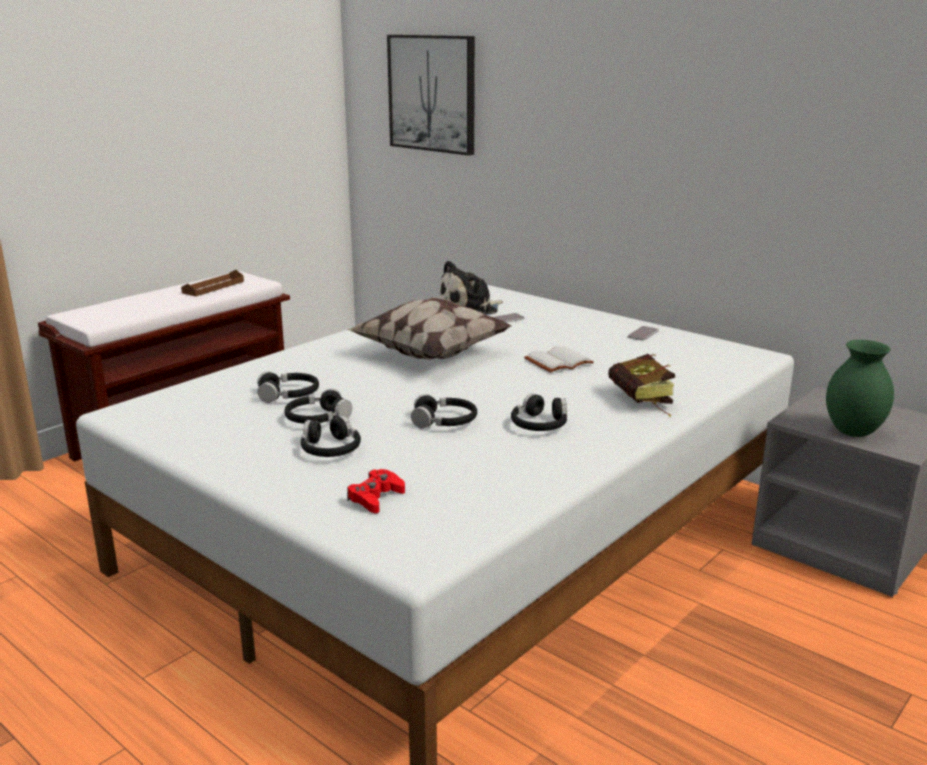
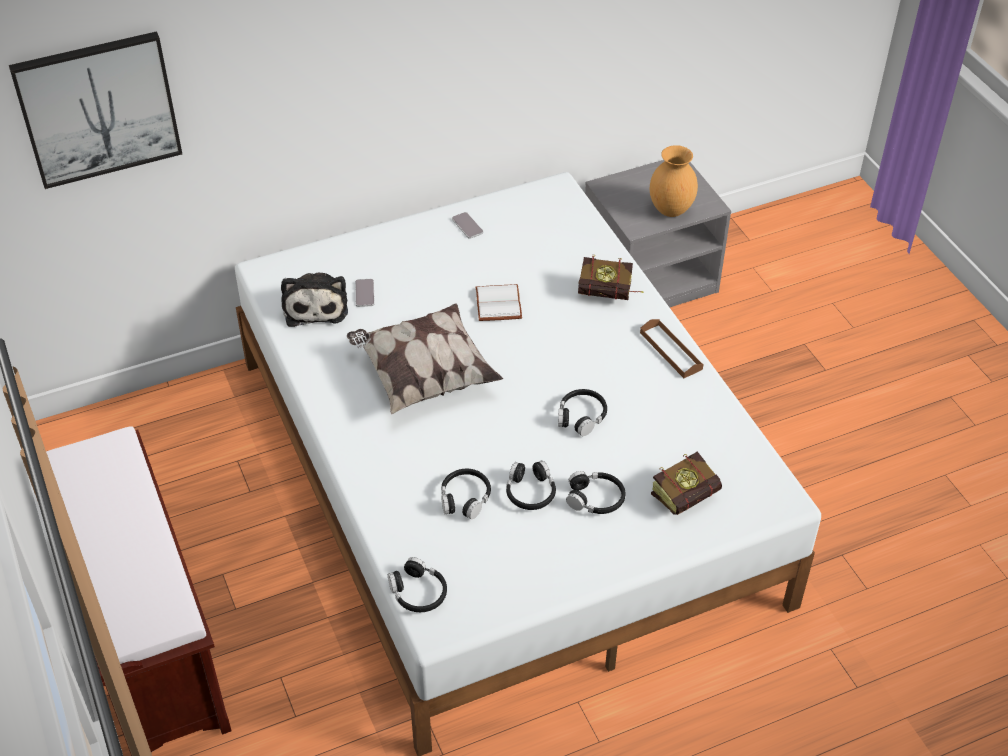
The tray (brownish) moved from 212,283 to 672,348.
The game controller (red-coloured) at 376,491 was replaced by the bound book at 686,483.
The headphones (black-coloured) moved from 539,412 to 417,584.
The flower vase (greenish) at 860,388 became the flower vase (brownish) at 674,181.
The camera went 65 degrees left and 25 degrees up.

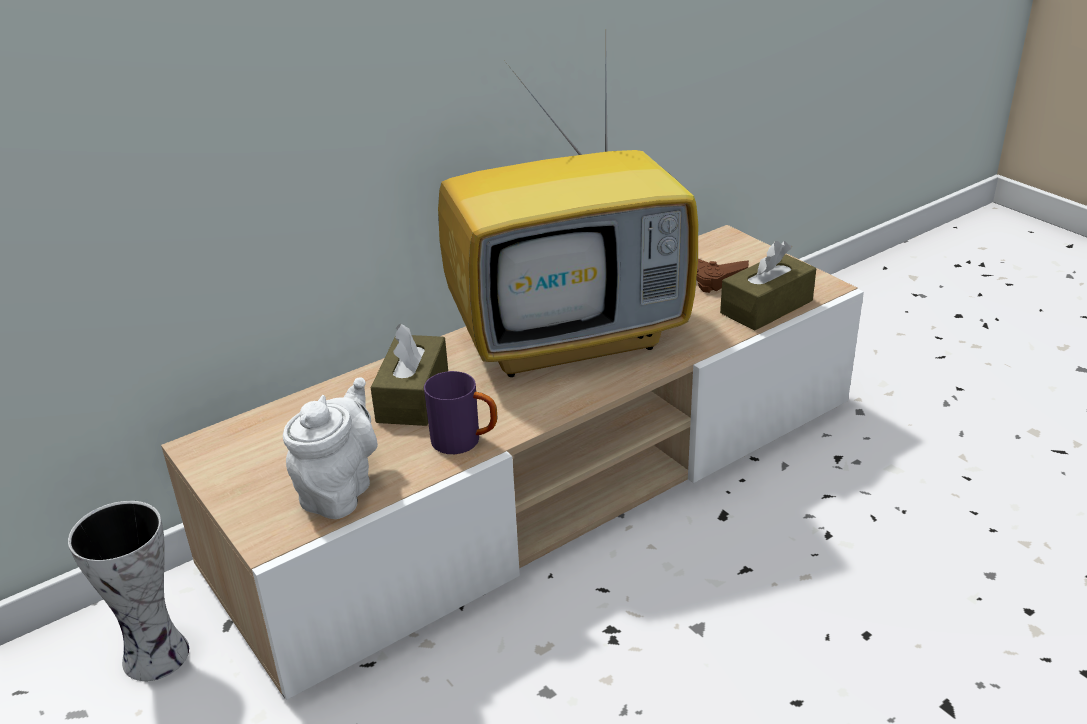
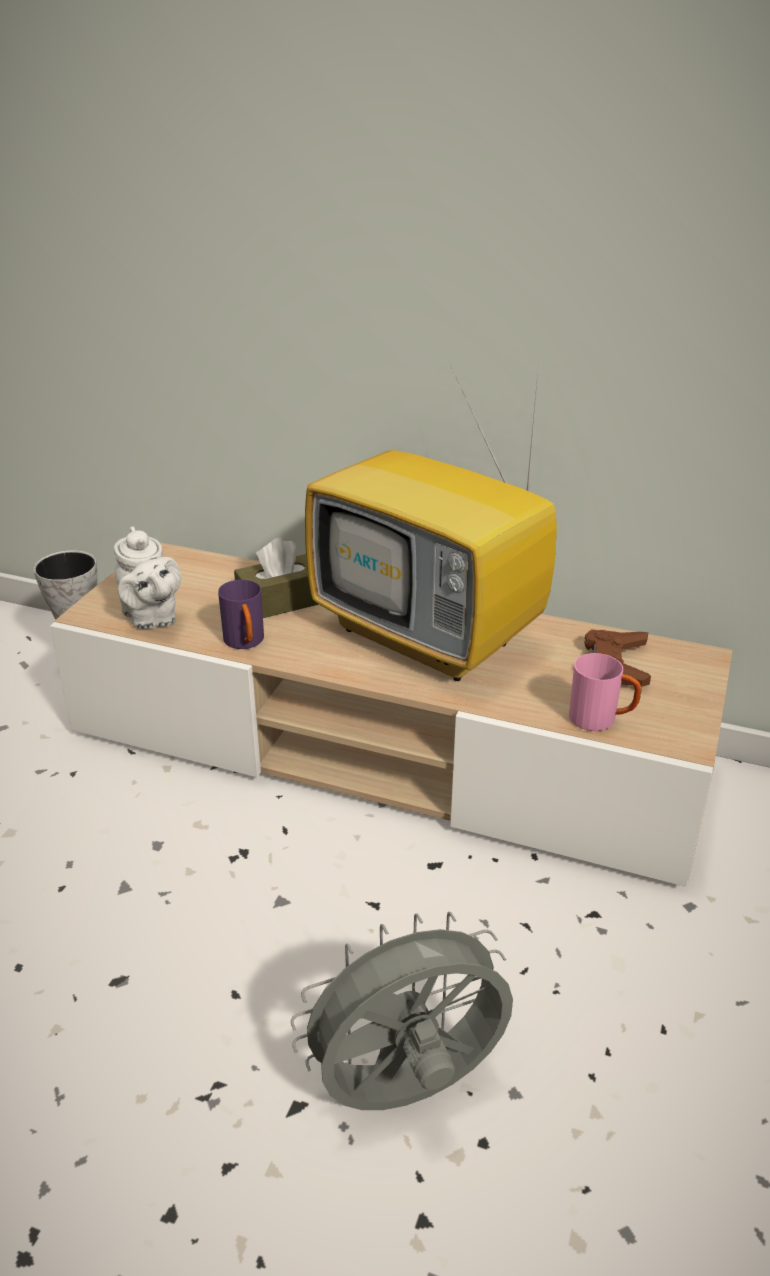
The pot for tea (whitish) at 330,448 turned 75 degrees clockwise.
The tissue holder (brownish) at 768,286 was replaced by the tea mug (pink) at 605,692.
The fan (greyish) at 402,1011 appeared.
The camera went 55 degrees right and 0 degrees up.

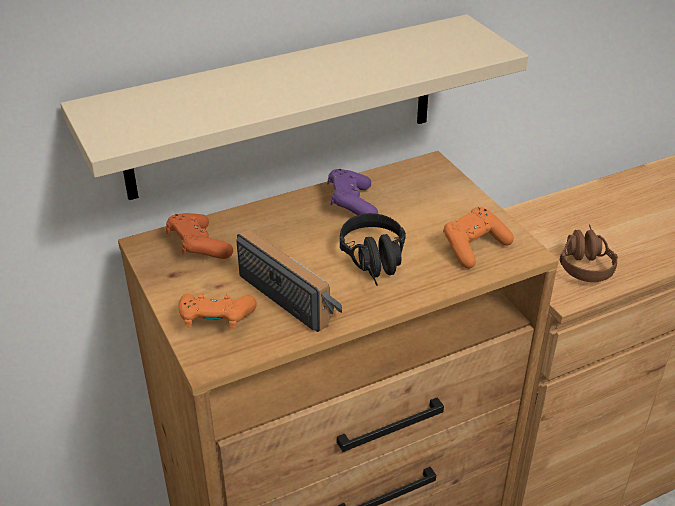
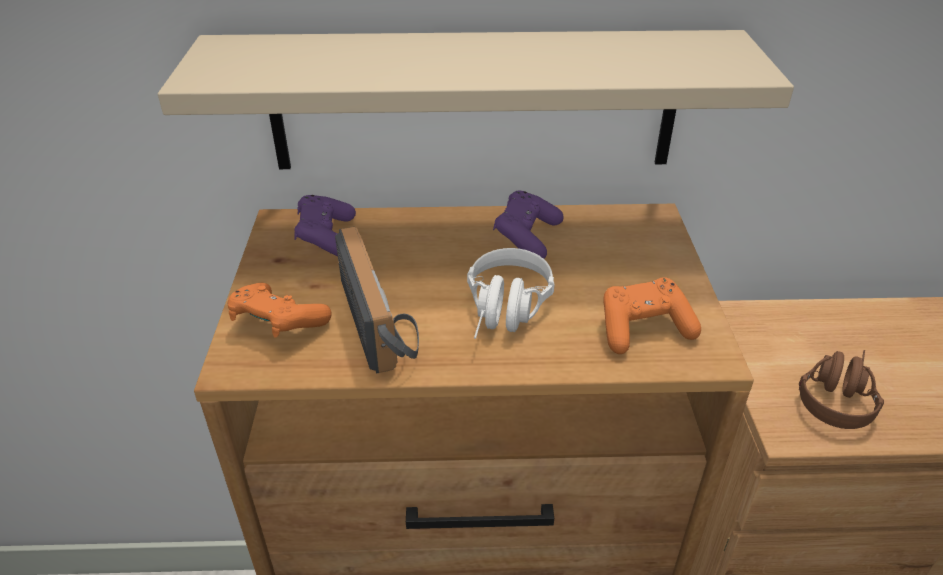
The game controller (orange) at 199,236 became the game controller (purple-coloured) at 325,226.
The headphones (black-coloured) at 373,249 became the headphones (whitish) at 511,293.
The camera went 25 degrees right and 0 degrees up.

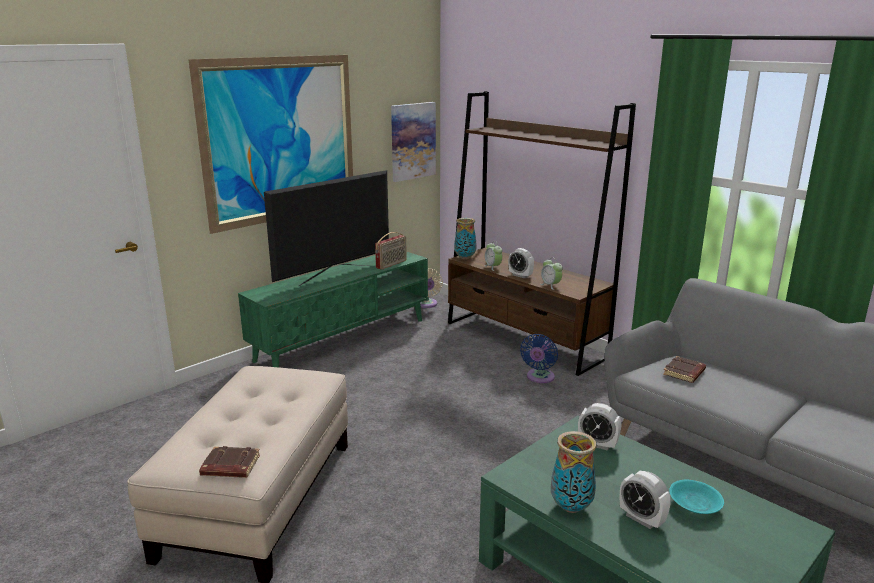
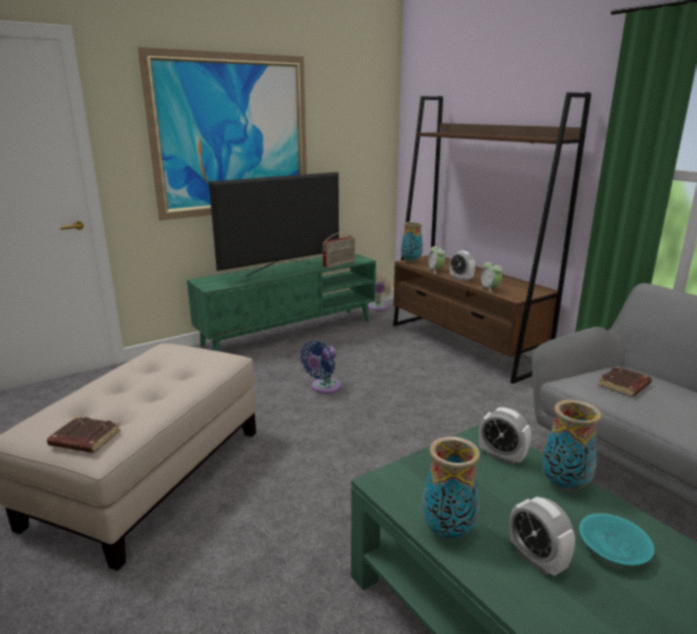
The wall art at 413,142 disappeared.
The fan (blue-coloured) moved from 539,358 to 320,367.
The flower vase at 571,446 appeared.
The camera went 10 degrees right and 0 degrees up.

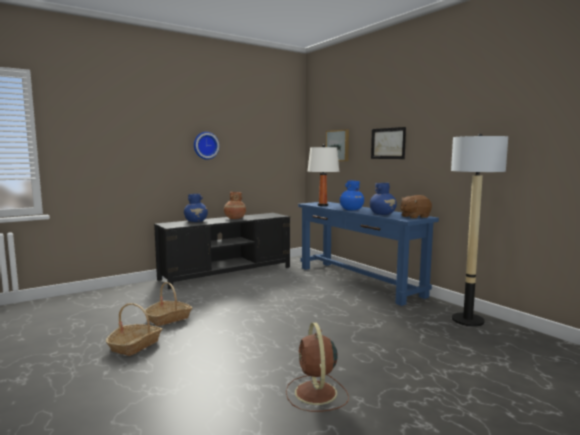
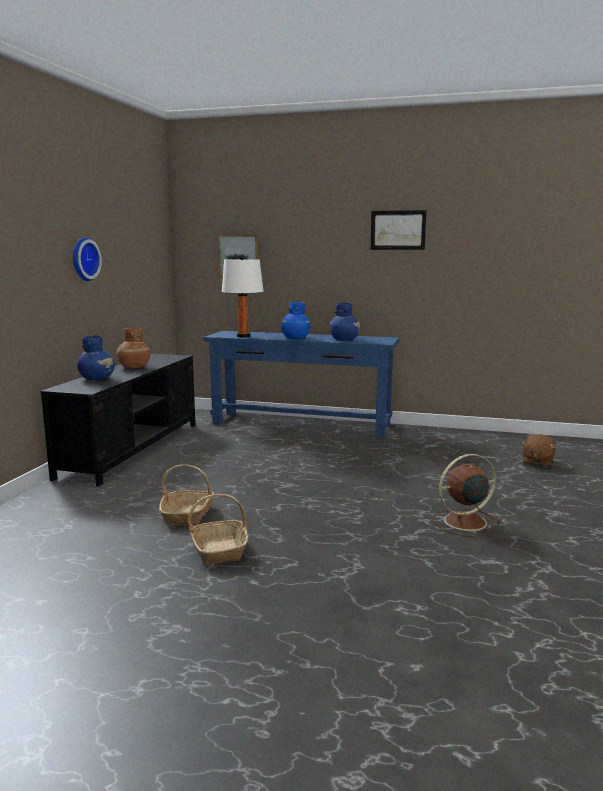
The fan (brownish) at 317,367 turned 120 degrees clockwise.
The wall art moved from 388,143 to 398,230.
The soft toy (brownish) moved from 416,207 to 538,451.
The standard lamp at 479,230 disappeared.
The camera went 40 degrees left and 5 degrees up.

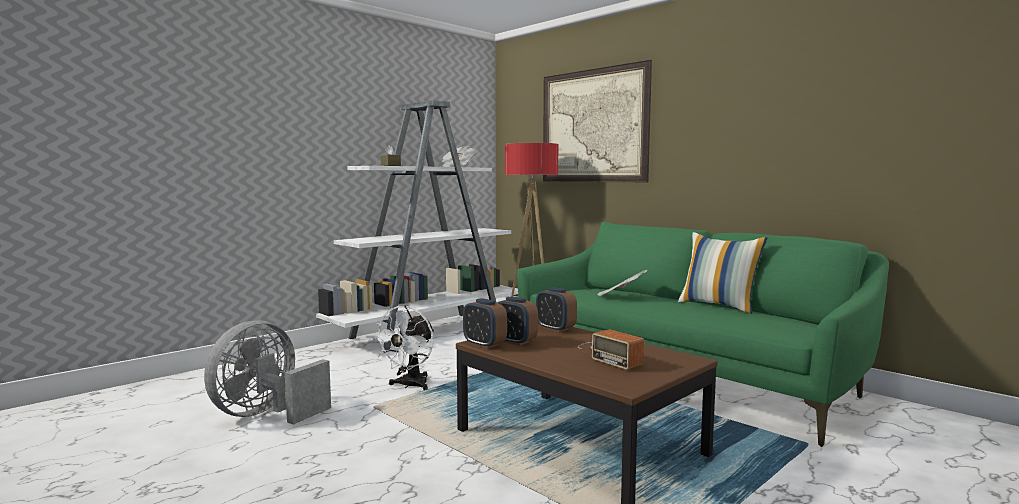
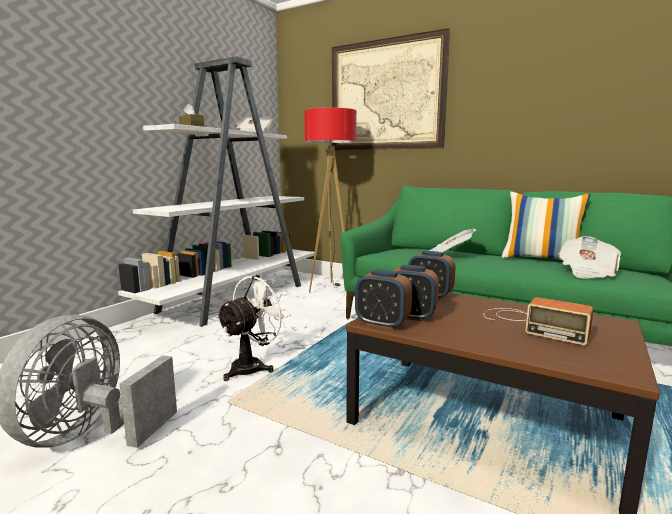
The fan (whitish) at 403,347 turned 150 degrees counterclockwise.
The newspaper at 589,257 appeared.
The camera went 15 degrees left and 5 degrees up.

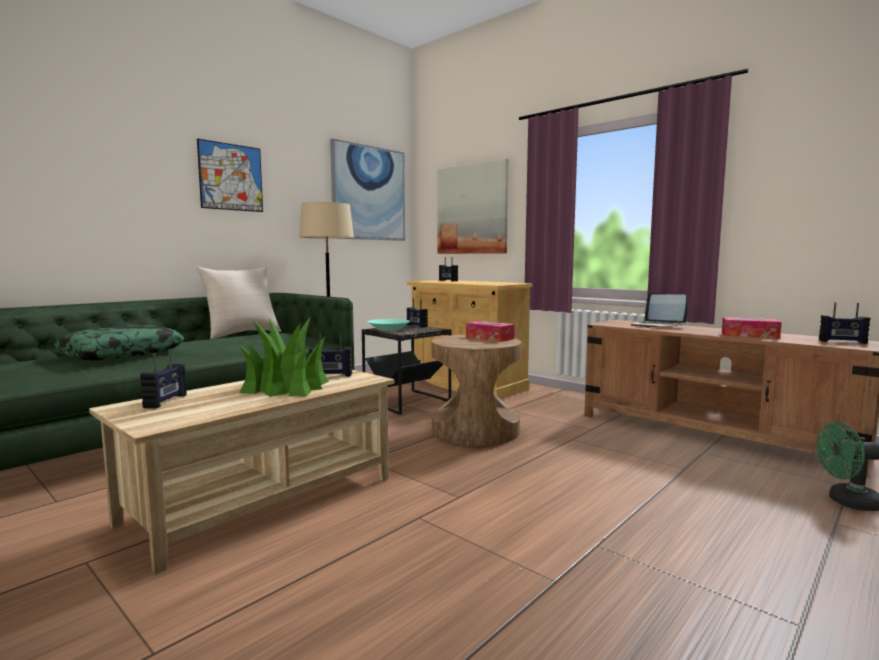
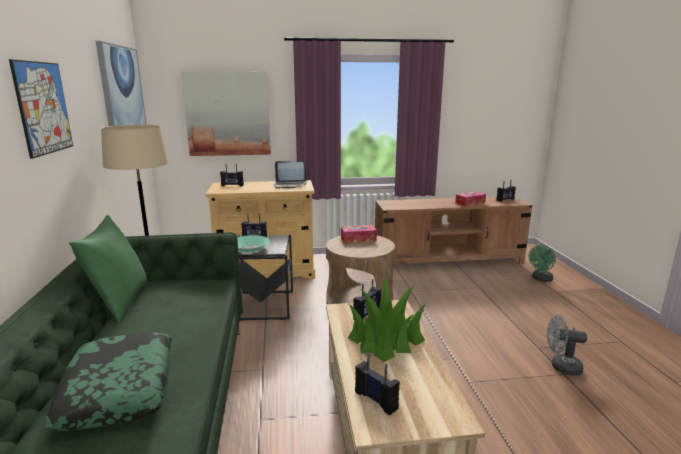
The throw pillow (sand-coloured) at 238,303 became the throw pillow (greenish) at 108,269.
The portable computer moved from 659,310 to 290,175.
The fan (greyish) at 567,345 appeared.
The camera went 50 degrees left and 10 degrees up.

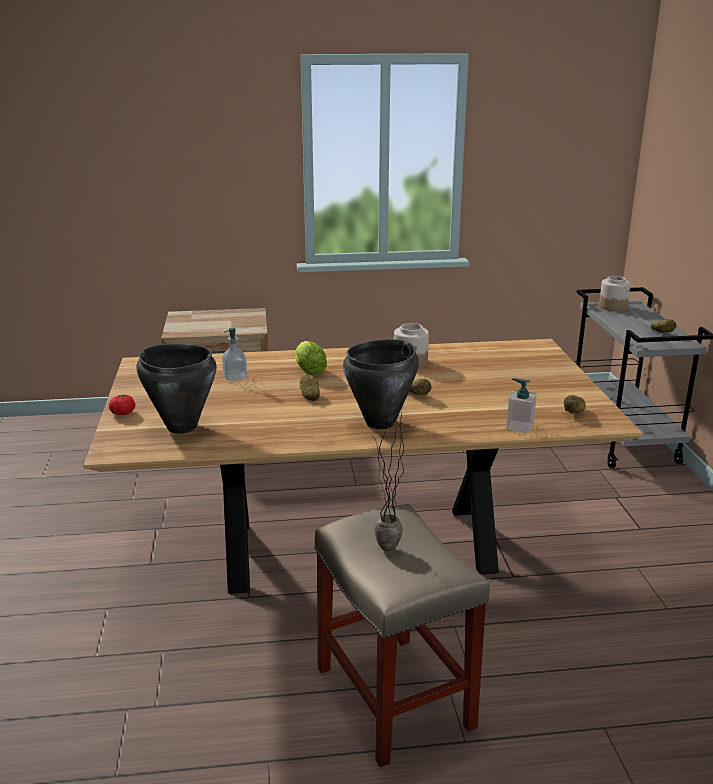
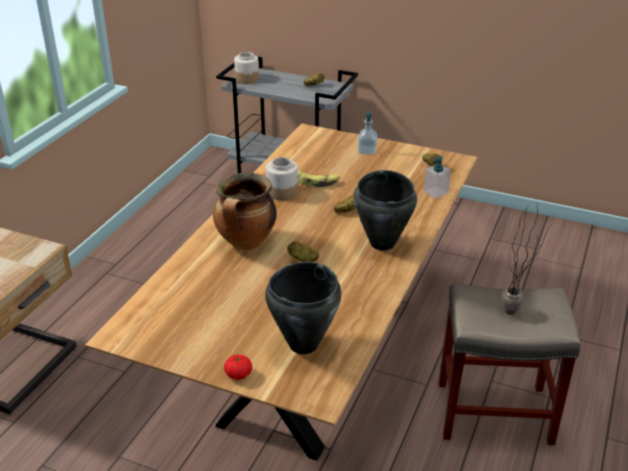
The liquid soap bottle moved from 234,354 to 367,133.
The lettuce at 311,358 was replaced by the saucepot at 245,211.
The whole banana at 319,178 appeared.
The camera went 60 degrees left and 10 degrees up.

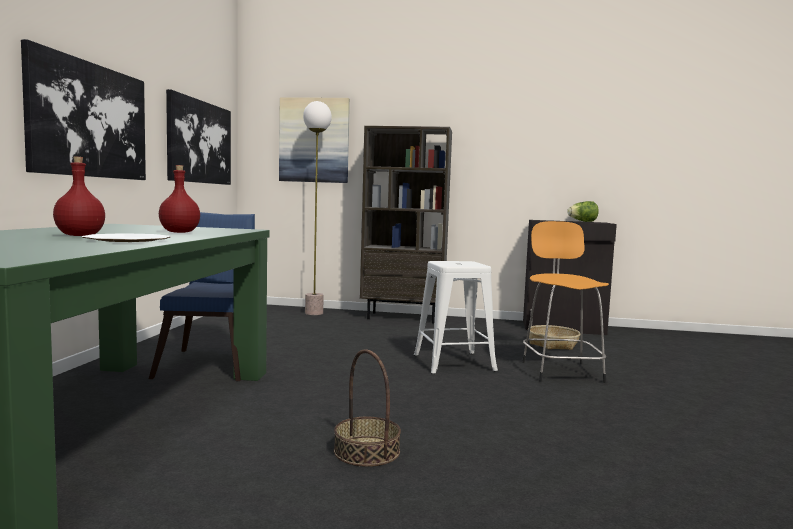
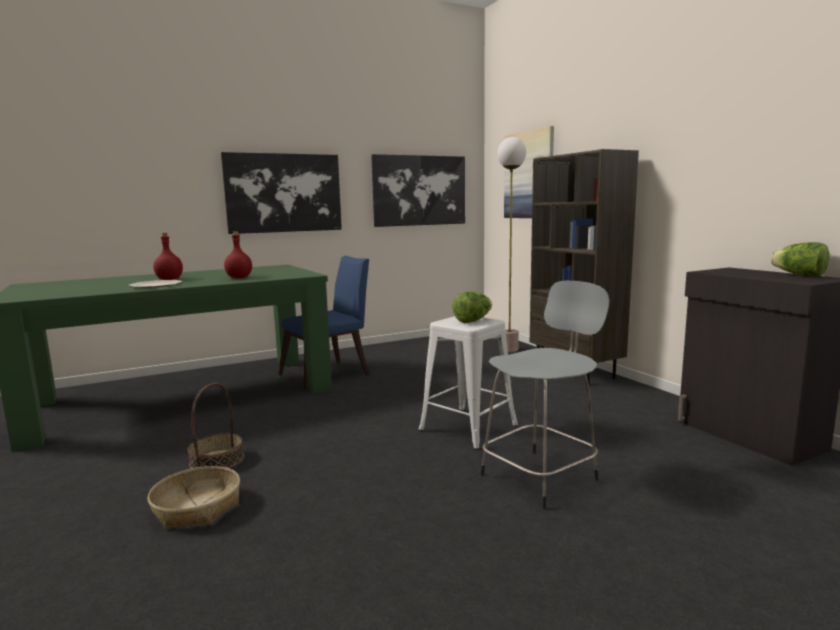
The stool seat (orange) at 565,302 became the stool seat (greyish) at 545,395.
The household basket moved from 555,337 to 193,497.
The lettuce at 472,307 appeared.
The camera went 55 degrees right and 5 degrees up.

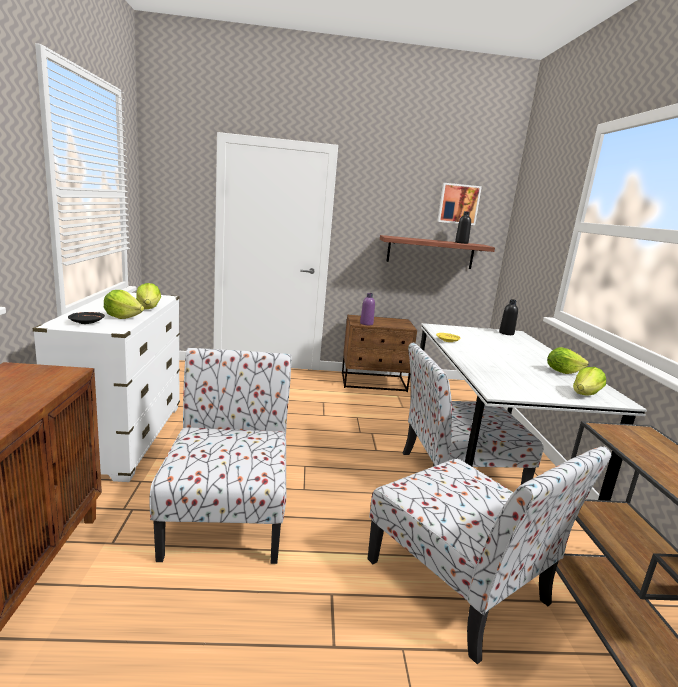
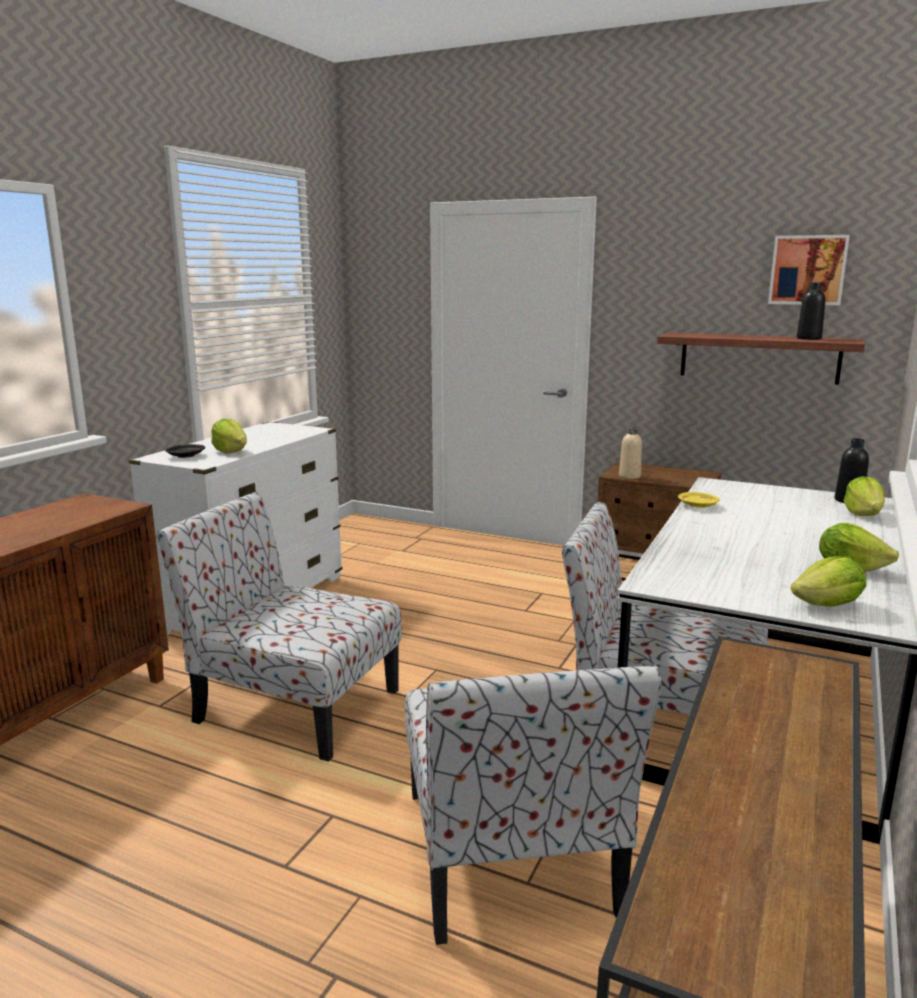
The lettuce moved from 148,296 to 864,496.
The upright chair at 220,456 turned 90 degrees counterclockwise.
The drink bottle (purple-coloured) at 367,309 became the drink bottle (sand-coloured) at 630,453.
The camera went 30 degrees right and 0 degrees up.

